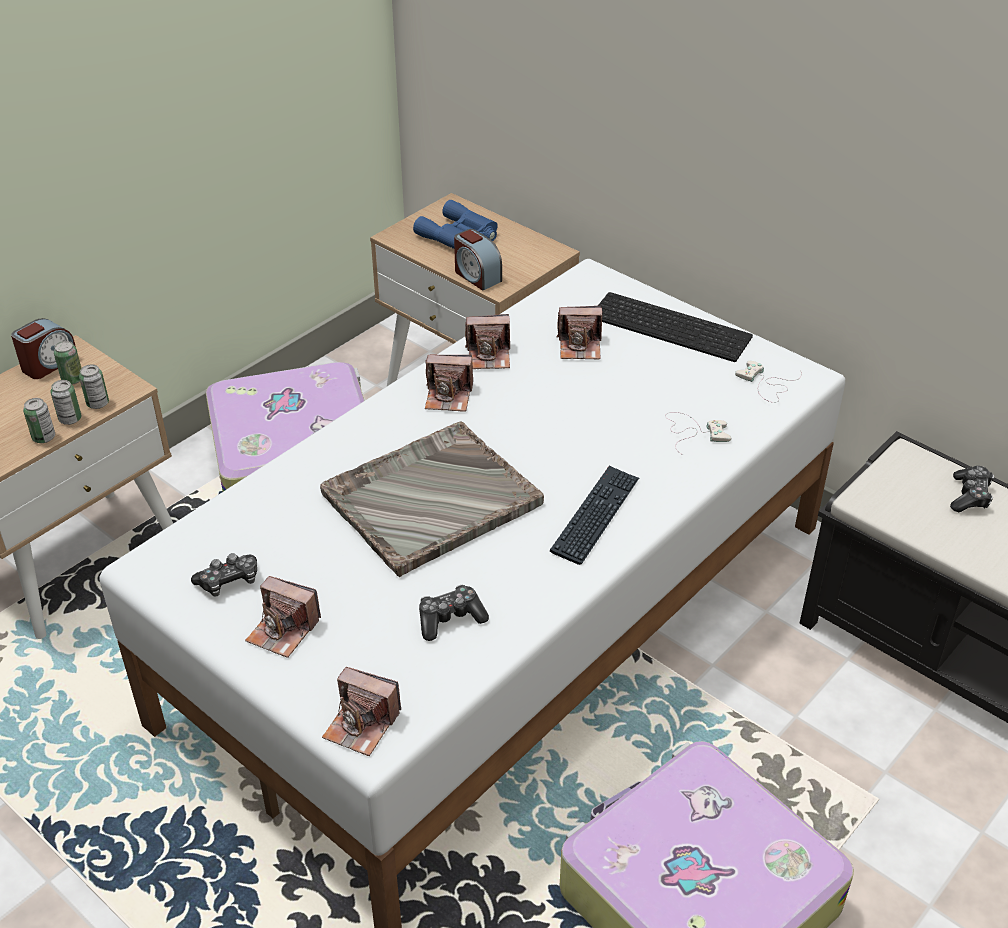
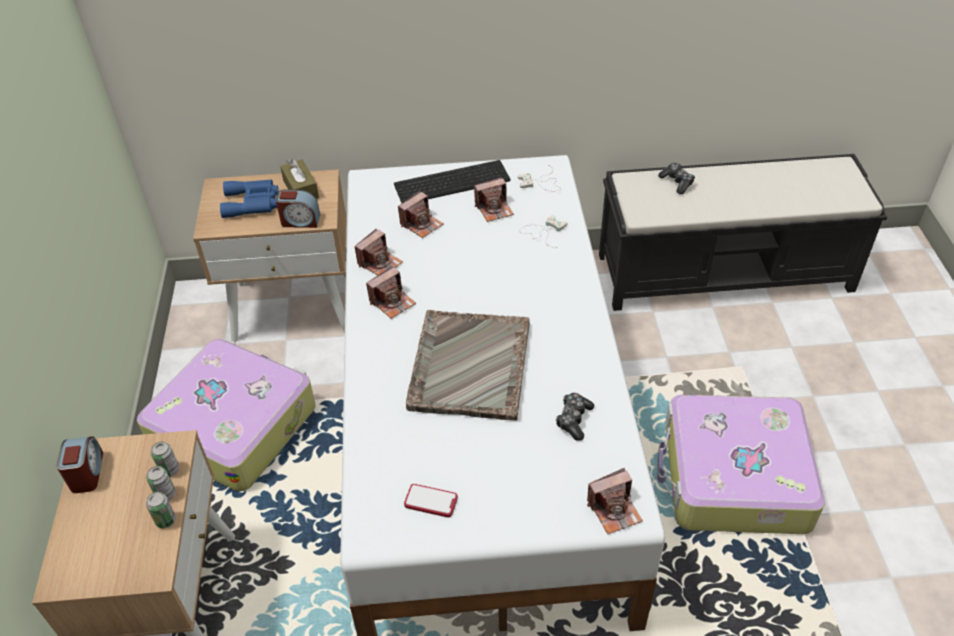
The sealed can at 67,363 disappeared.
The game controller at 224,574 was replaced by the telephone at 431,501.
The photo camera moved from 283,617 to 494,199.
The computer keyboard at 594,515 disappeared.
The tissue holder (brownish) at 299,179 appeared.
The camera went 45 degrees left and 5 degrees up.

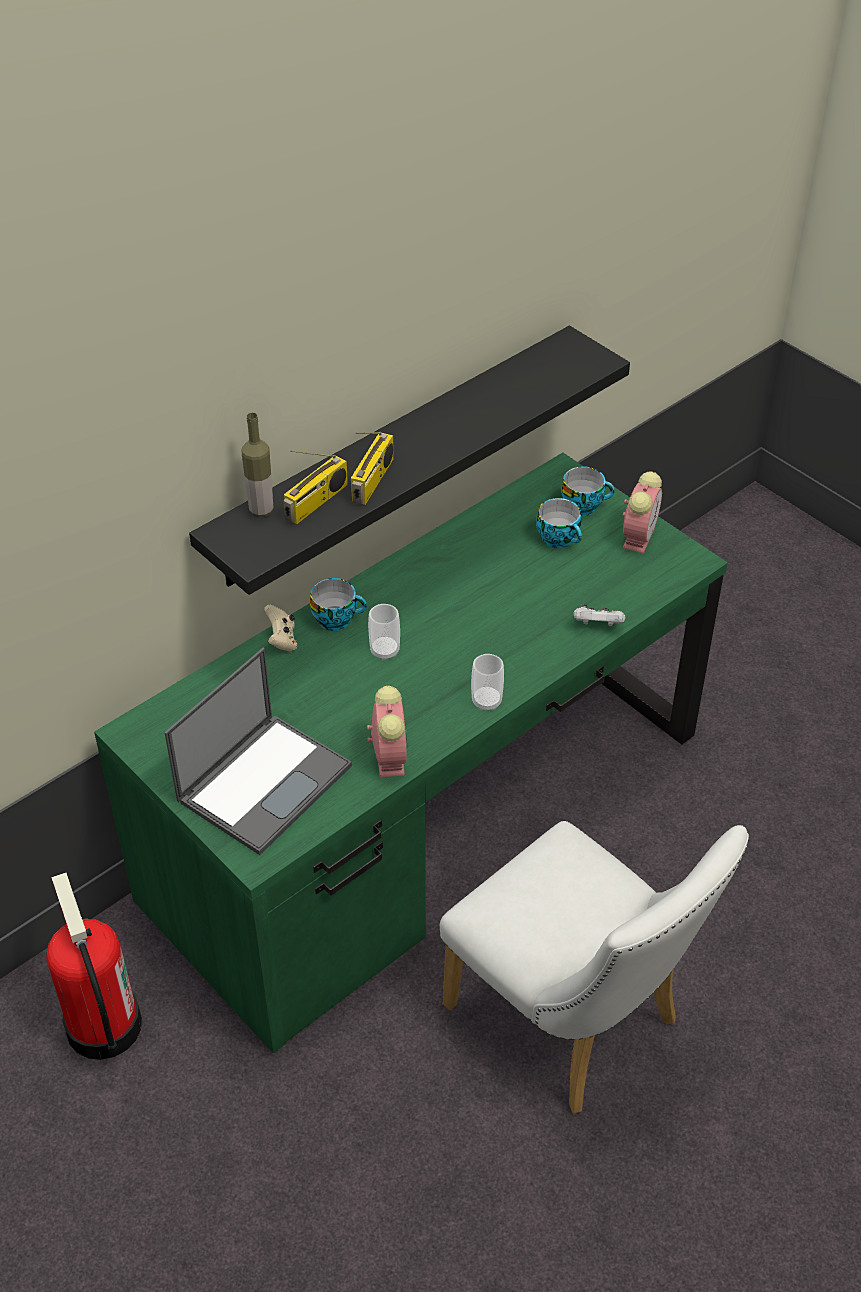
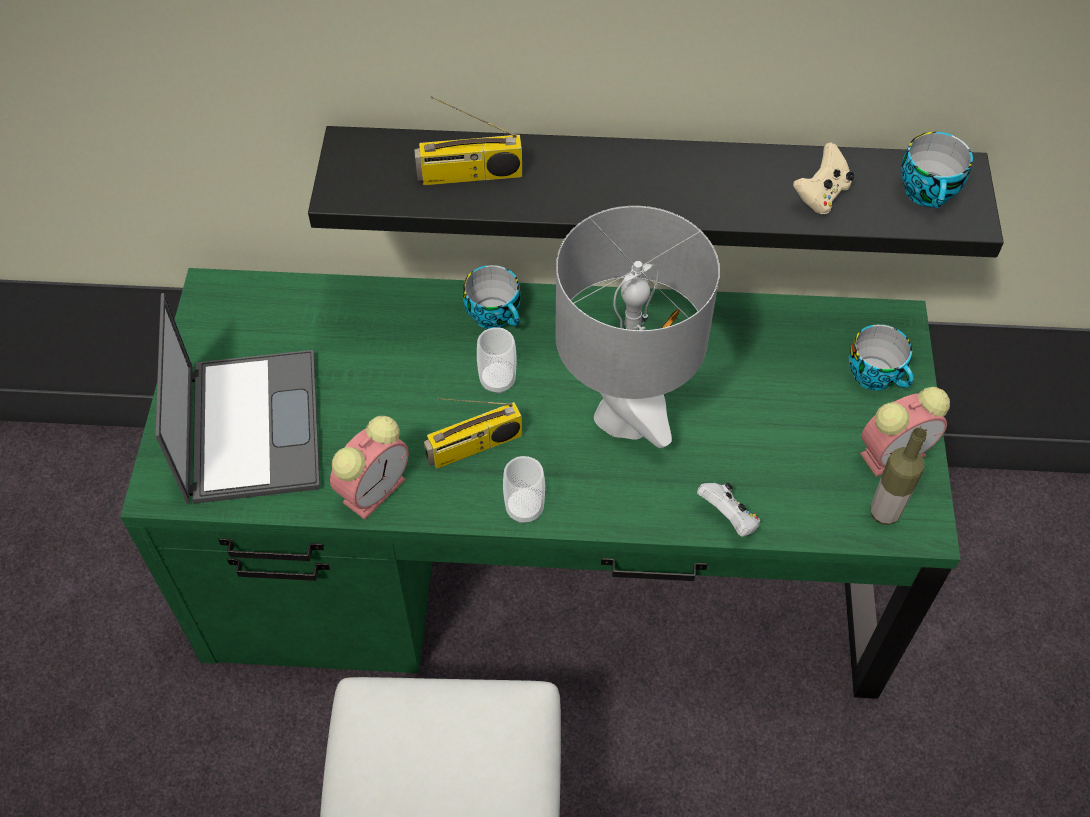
The extinguisher at 94,966 disappeared.
The portable computer at 258,751 turned 90 degrees counterclockwise.
The drink bottle moved from 257,465 to 899,476.
The game controller (sand-coloured) moved from 280,628 to 823,178.
The radio set moved from 372,468 to 473,433.
The drinking cup moved from 559,523 to 937,170.
The lamp for a table (greyish) at 637,327 appeared.
The camera went 45 degrees right and 10 degrees up.

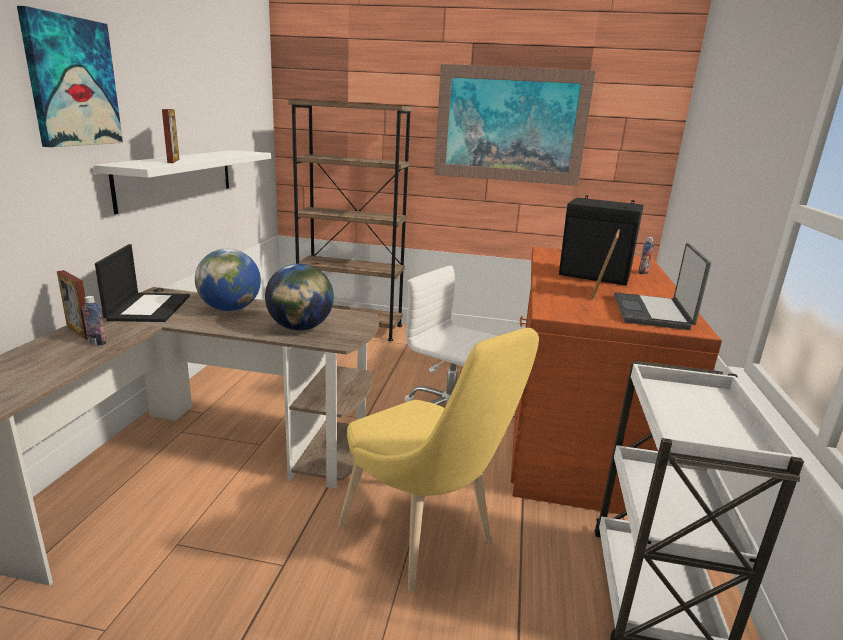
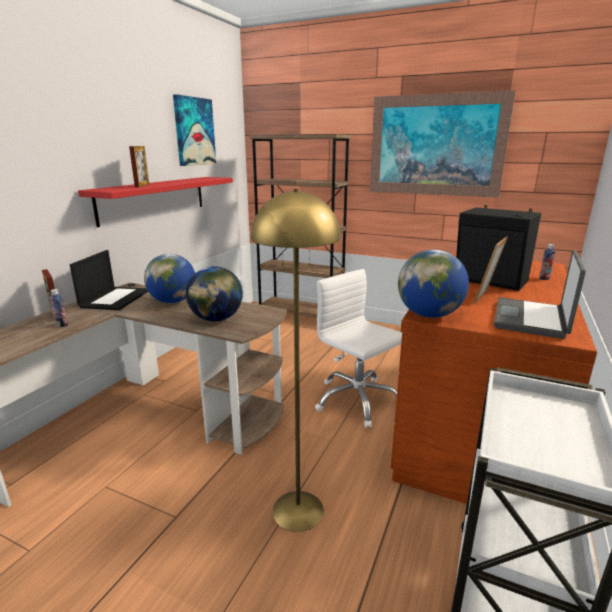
The wall art moved from 70,76 to 194,130.
The wall shelf (whitish) at 182,182 became the wall shelf (red-coloured) at 155,202.
The upright chair (yellow) at 438,460 was replaced by the standard lamp (yellow) at 296,360.
The globe at 433,284 appeared.
The camera went 15 degrees right and 0 degrees up.

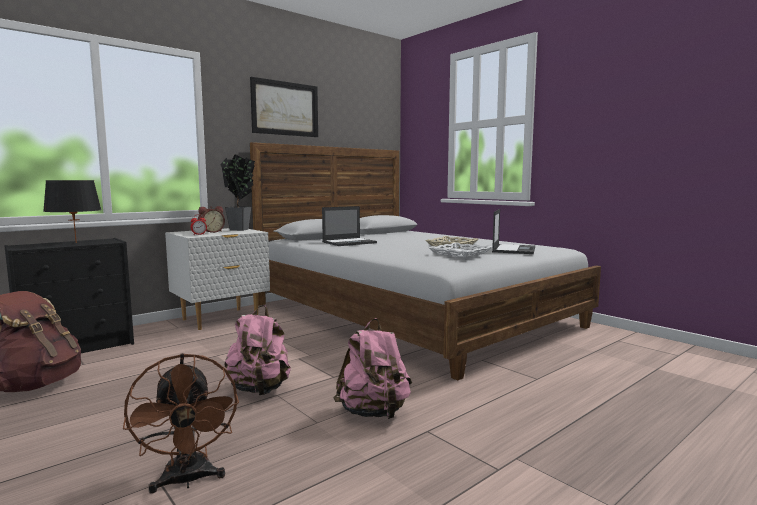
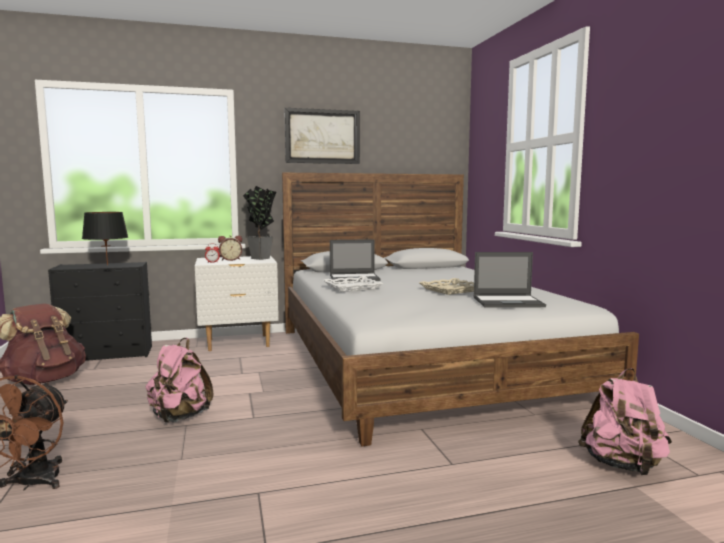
The backpack (pink) moved from 372,368 to 625,421.
The tray (whitish) moved from 460,250 to 353,284.
The portable computer at 513,231 turned 45 degrees clockwise.
The camera went 25 degrees right and 0 degrees up.

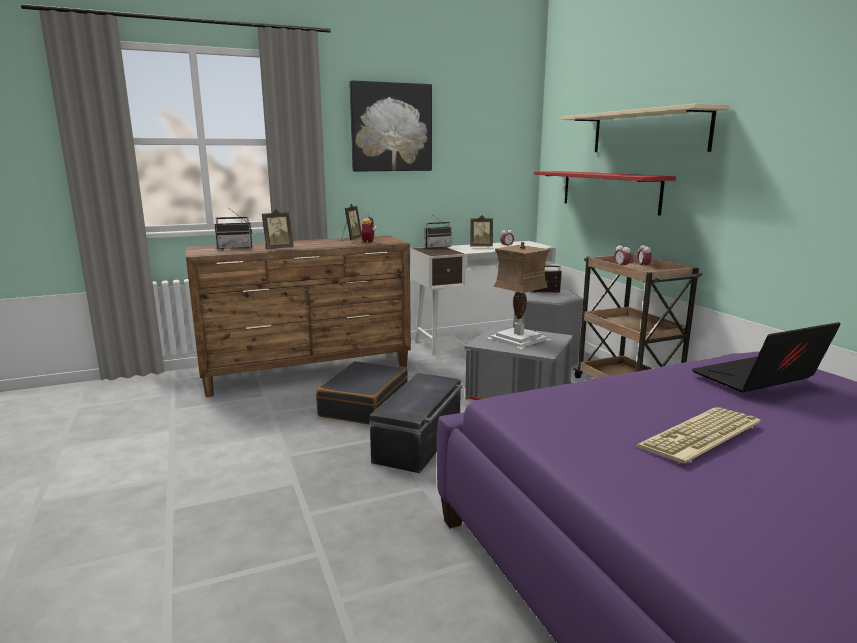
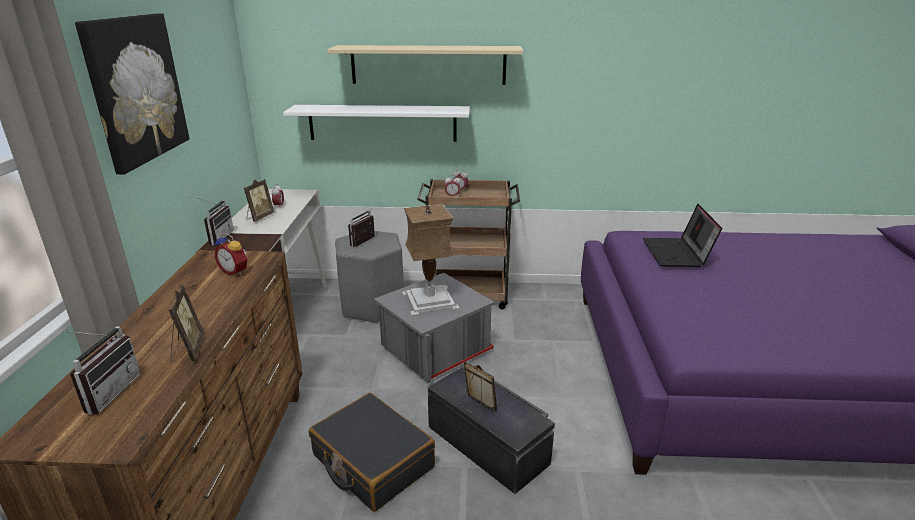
The standing frame moved from 352,222 to 479,390.
The wall shelf (red-coloured) at 605,193 became the wall shelf (whitish) at 376,123.
The computer keyboard at 698,435 disappeared.
The camera went 65 degrees left and 10 degrees up.

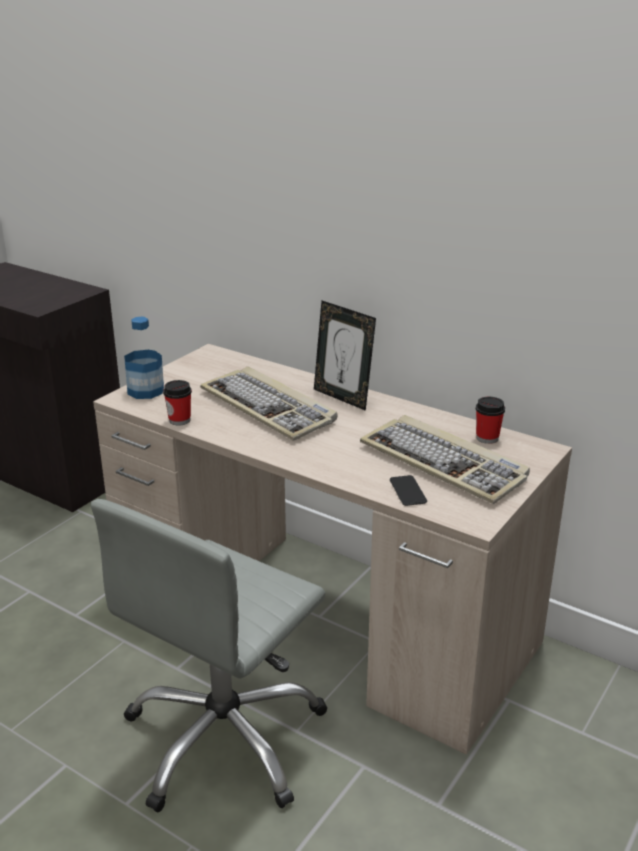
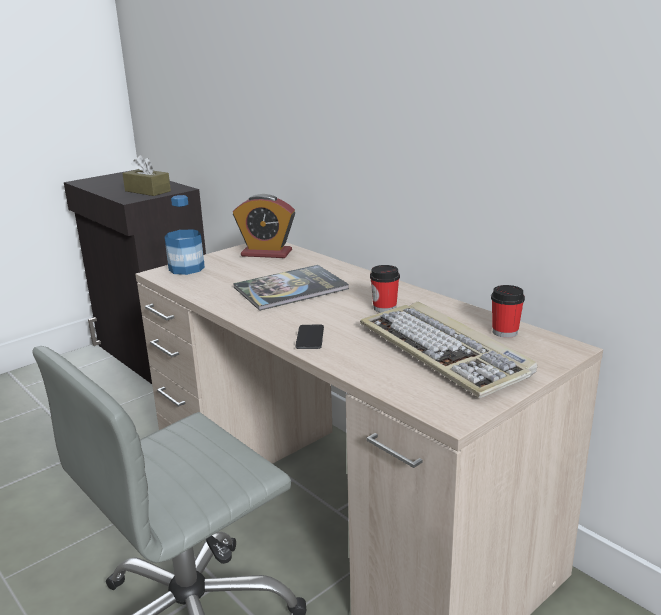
The drinking cup moved from 177,403 to 385,288.
The computer keyboard at 268,404 was replaced by the bound book at 291,288.
The standing frame at 345,356 disappeared.
The telephone moved from 408,490 to 309,337.
The tissue holder (brownish) at 146,175 appeared.
The table clock at 264,226 appeared.
The camera went 15 degrees right and 5 degrees down.

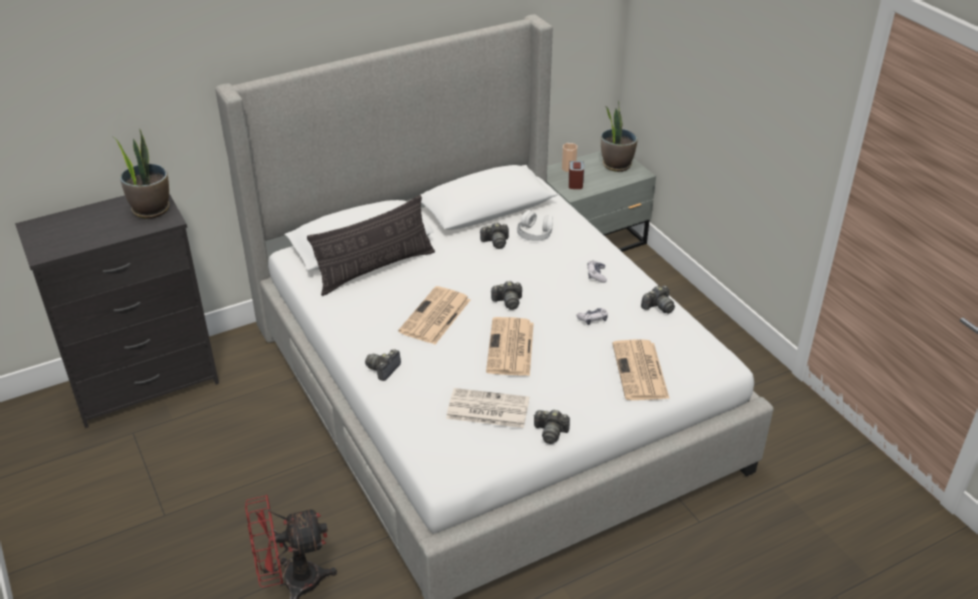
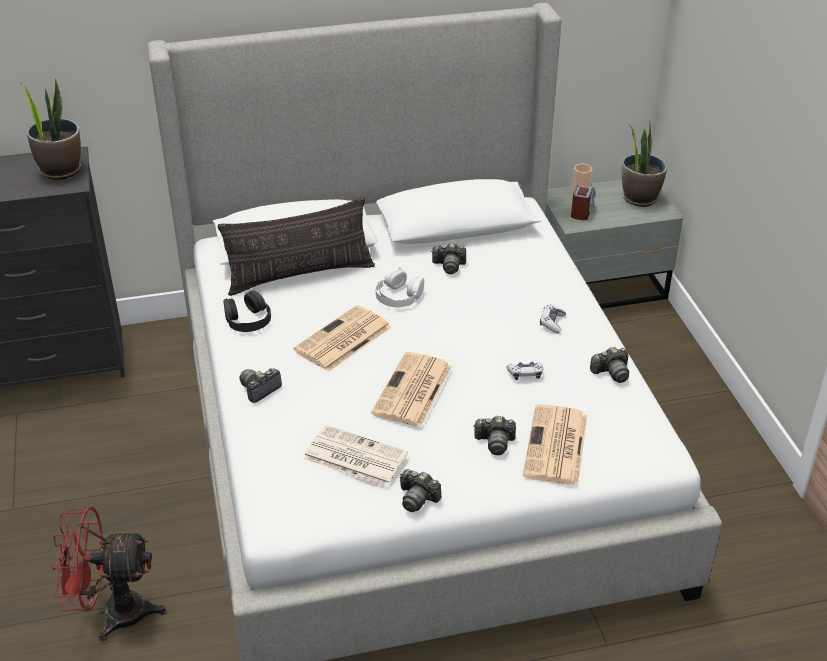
The photo camera moved from 506,295 to 494,435.
The headphones (whitish) moved from 535,225 to 399,287.
The headphones (black-coloured) at 247,311 appeared.
The camera went 15 degrees right and 0 degrees up.

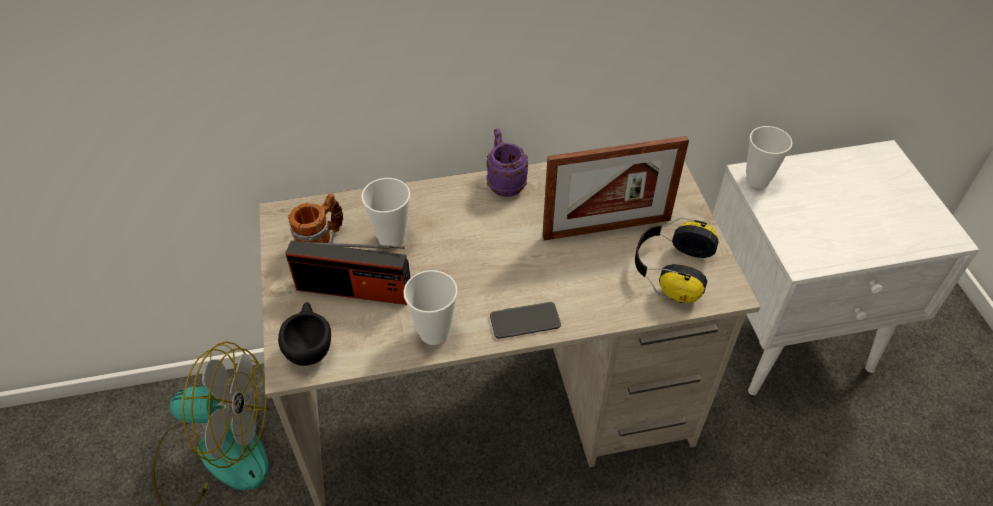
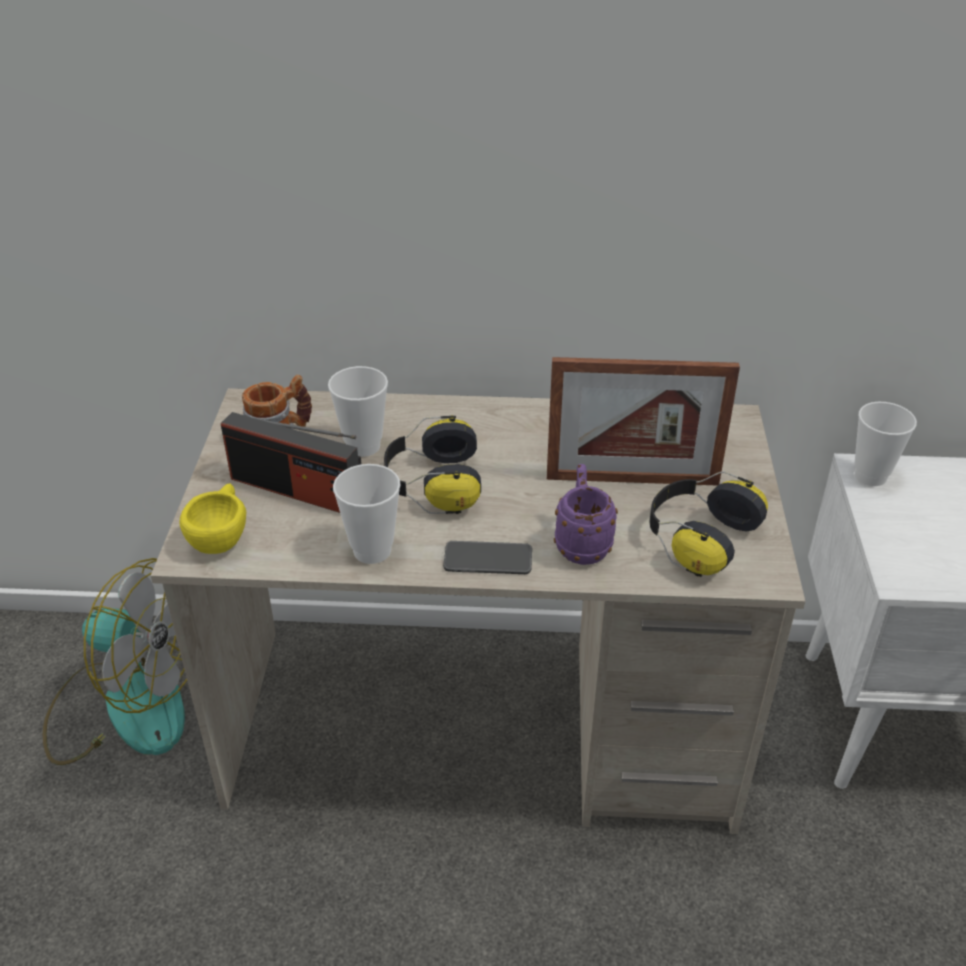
The drinking cup (black-coloured) at 304,334 became the drinking cup (yellow) at 212,518.
The tea mug (purple-coloured) moved from 507,162 to 586,514.
The headphones at 432,464 appeared.
The camera went 15 degrees right and 10 degrees down.

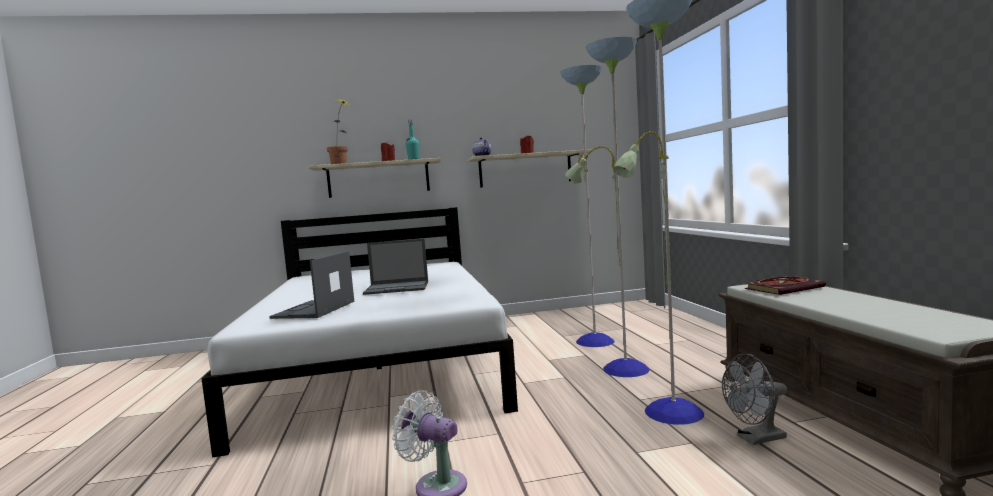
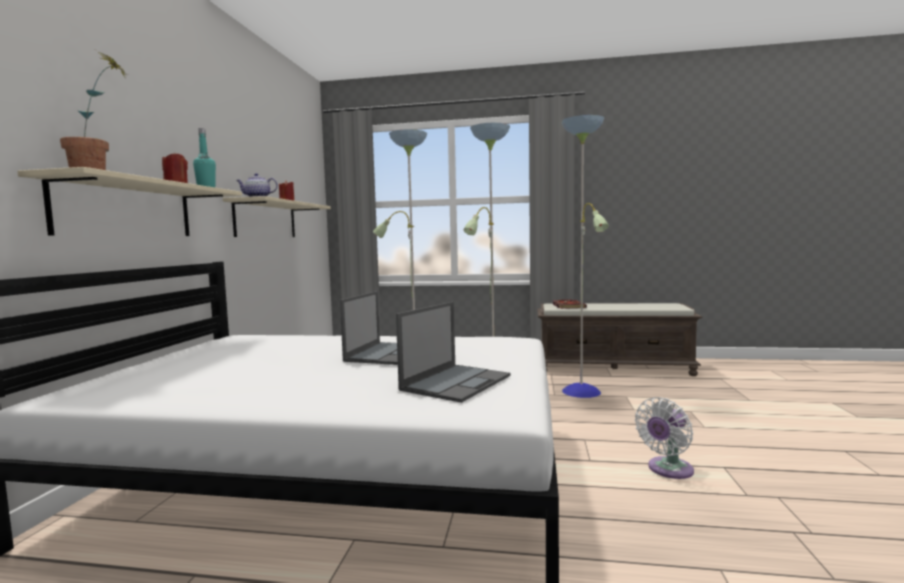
The portable computer at 311,285 turned 90 degrees counterclockwise.
The fan (greyish) at 754,399 disappeared.
The camera went 70 degrees left and 0 degrees up.

